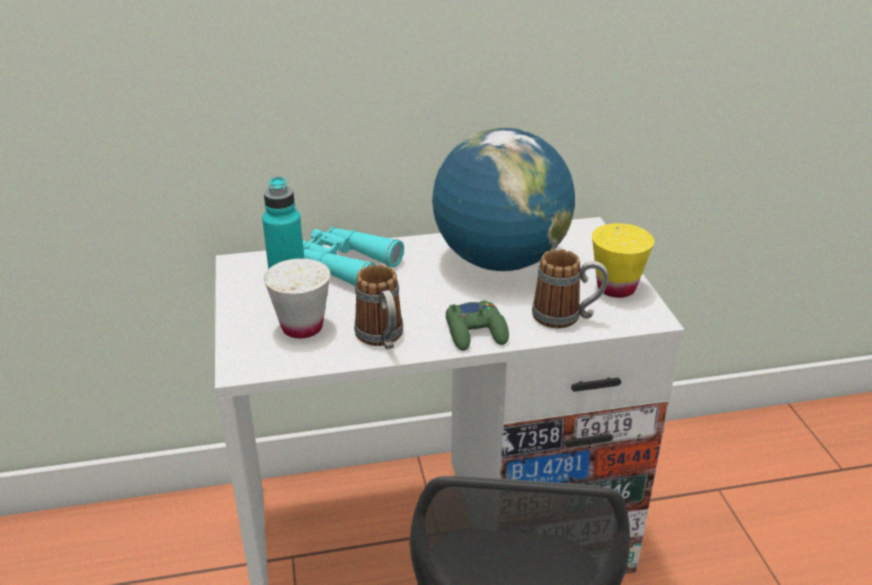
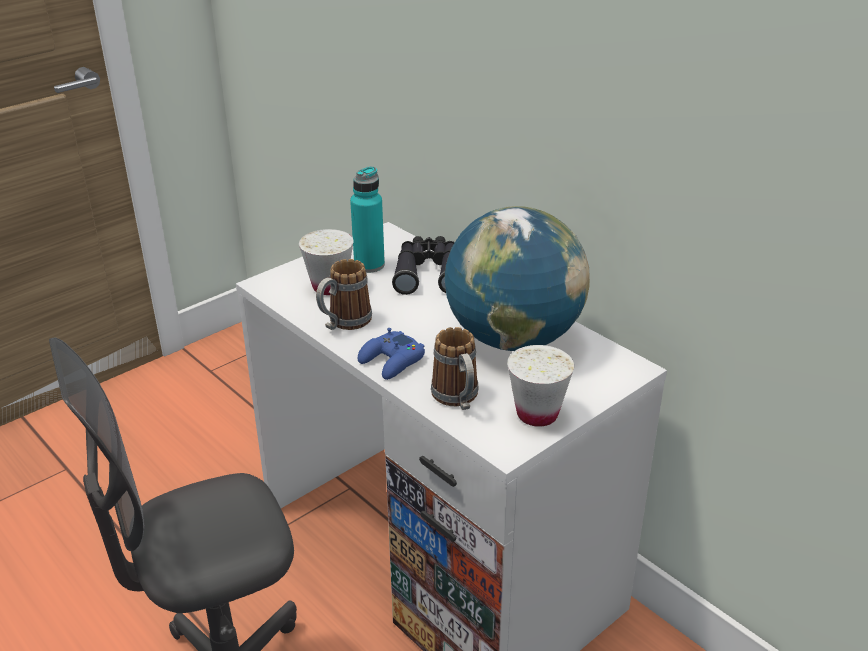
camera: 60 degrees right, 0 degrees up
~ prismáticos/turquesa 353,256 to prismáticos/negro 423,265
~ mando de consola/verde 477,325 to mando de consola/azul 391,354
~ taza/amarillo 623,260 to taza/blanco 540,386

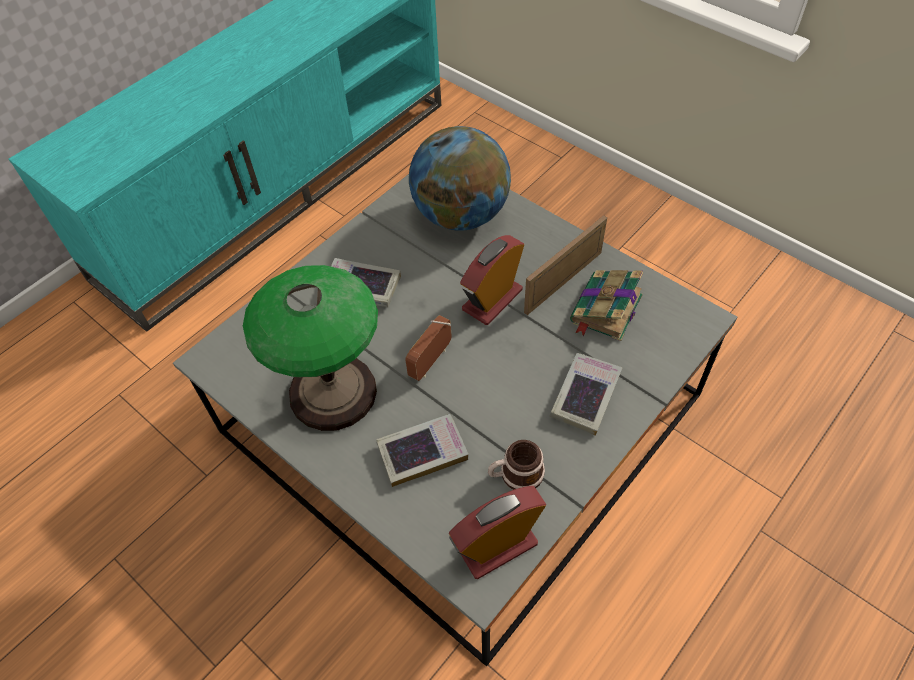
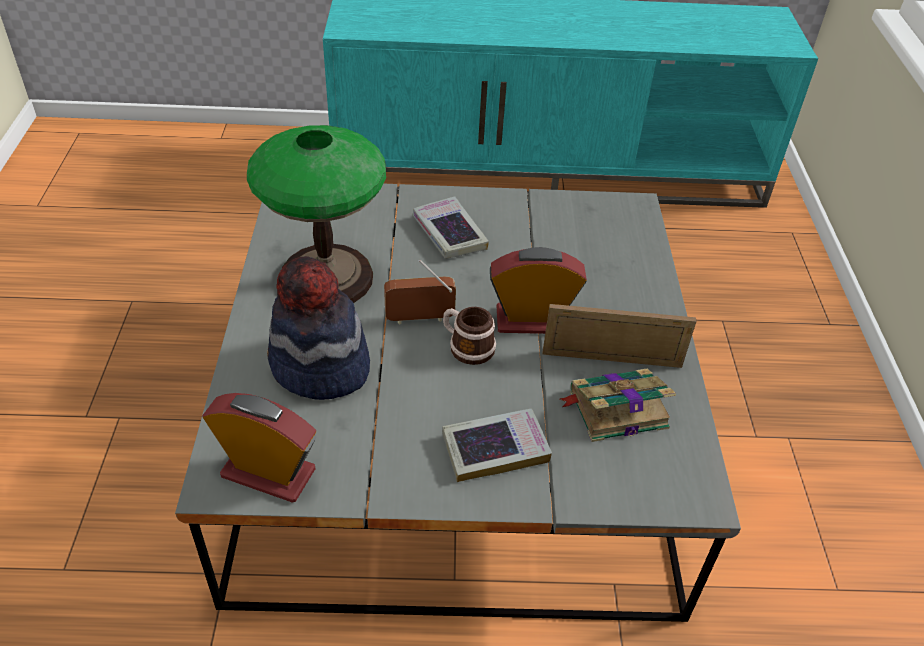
camera: 45 degrees right, 10 degrees down
- globo terráqueo 460,178
~ taza grande 516,465 to 469,336
~ libro 422,450 to sombrero 318,328

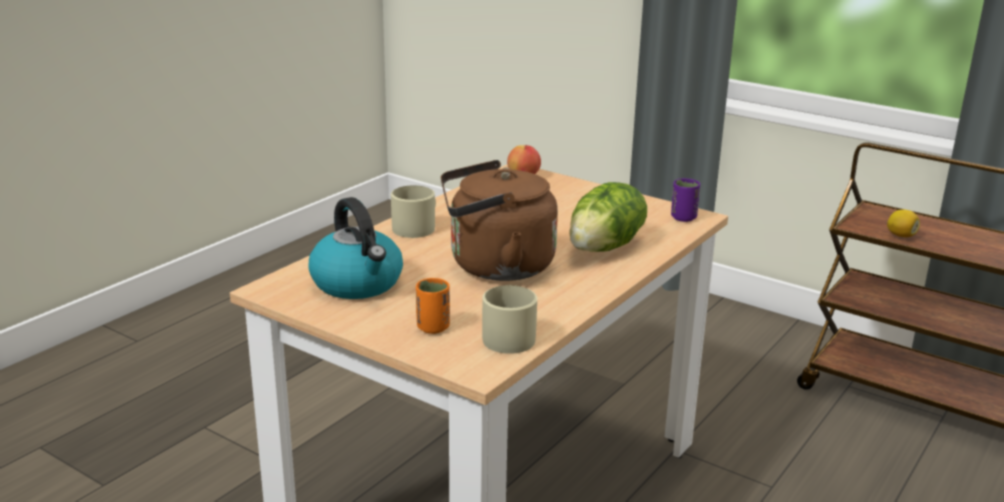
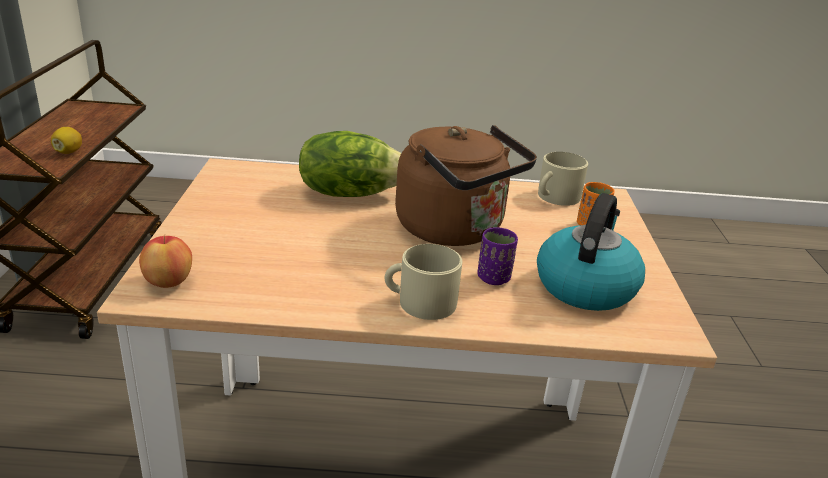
camera: 125 degrees left, 5 degrees up
~ taza/morado 686,200 to 497,256

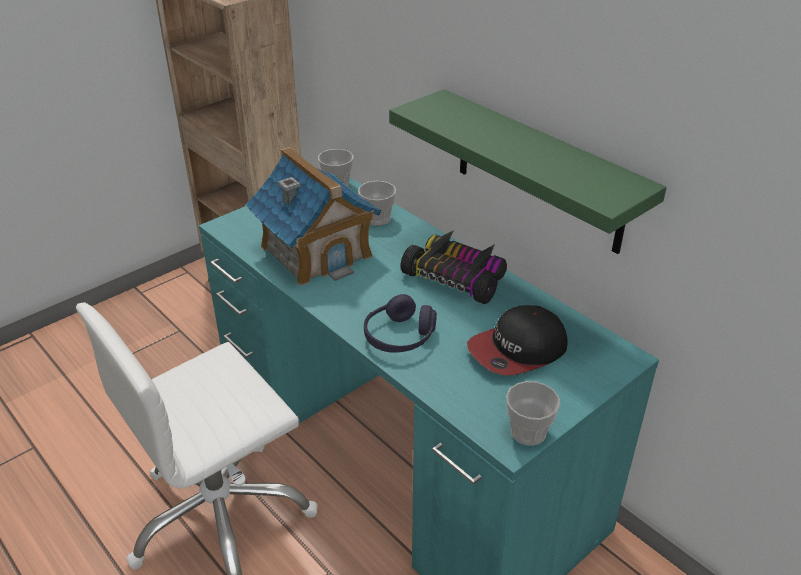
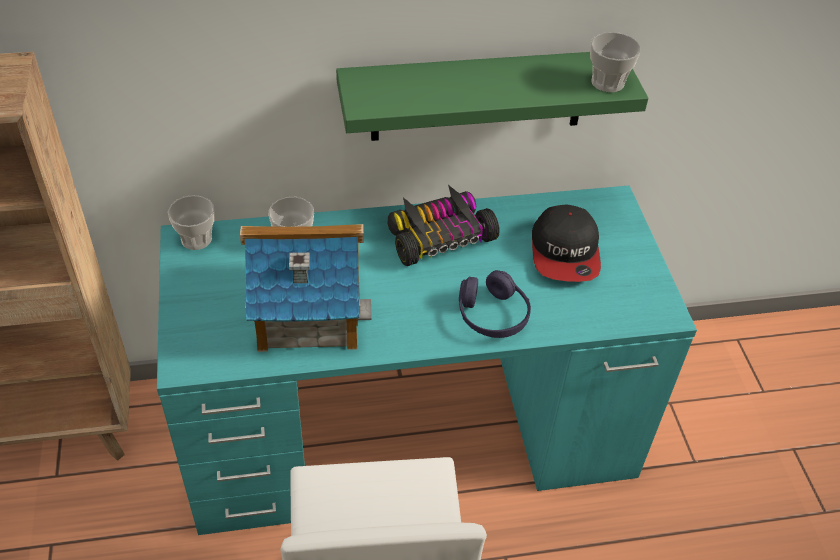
camera: 60 degrees left, 10 degrees up
~ taza 533,413 to 615,62

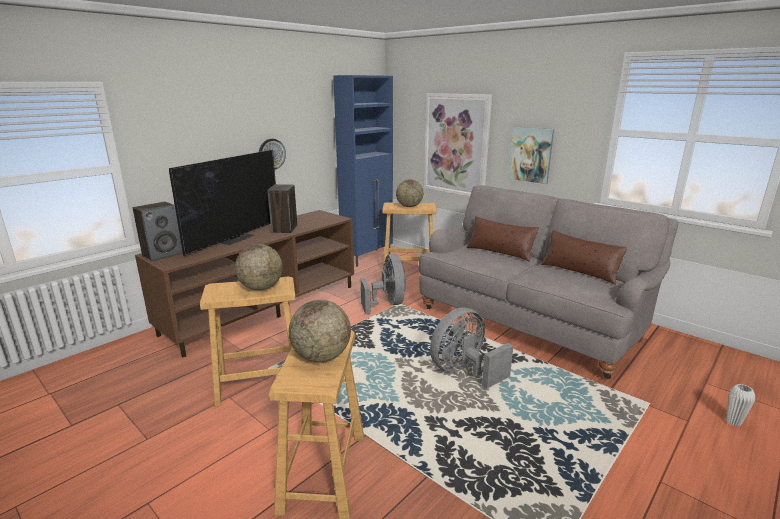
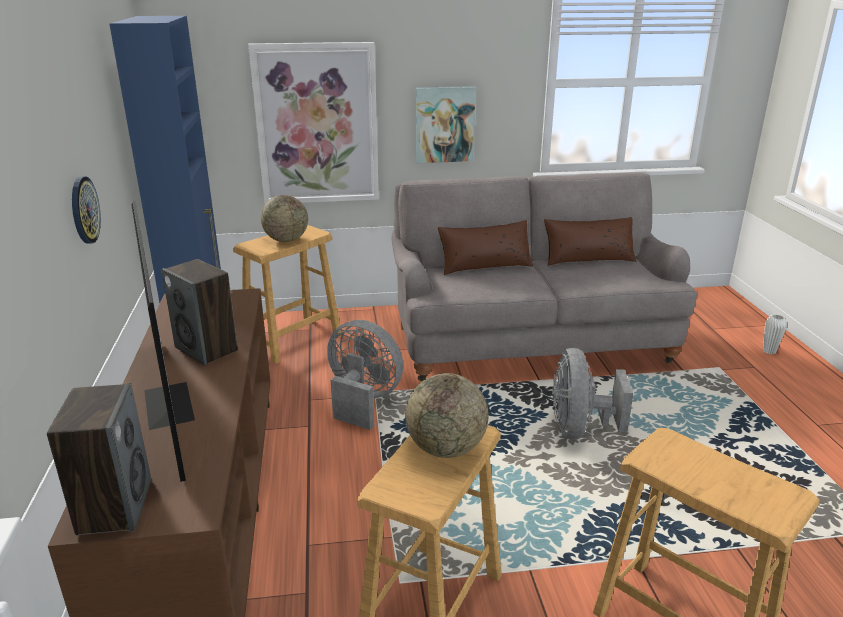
camera: 50 degrees left, 5 degrees up
- globo terráqueo 320,331

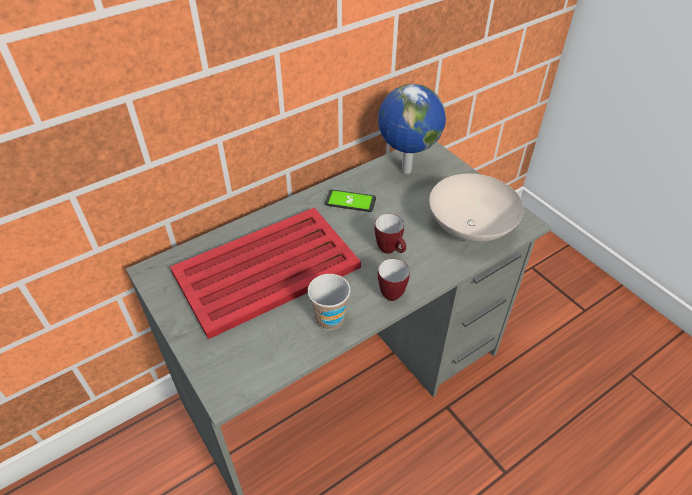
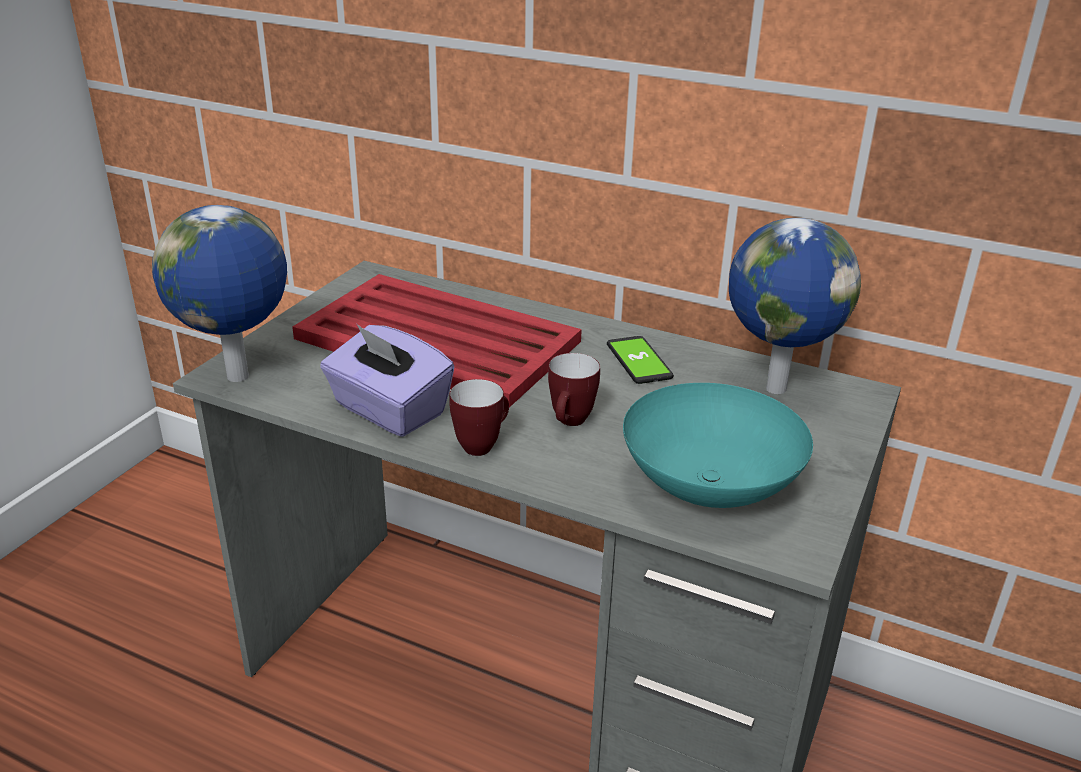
camera: 60 degrees right, 15 degrees down
+ globo terráqueo 219,293
~ taza 329,302 to caja de pañuelos/morado 387,380
~ cuenco/blanco 476,208 to cuenco/turquesa 718,445

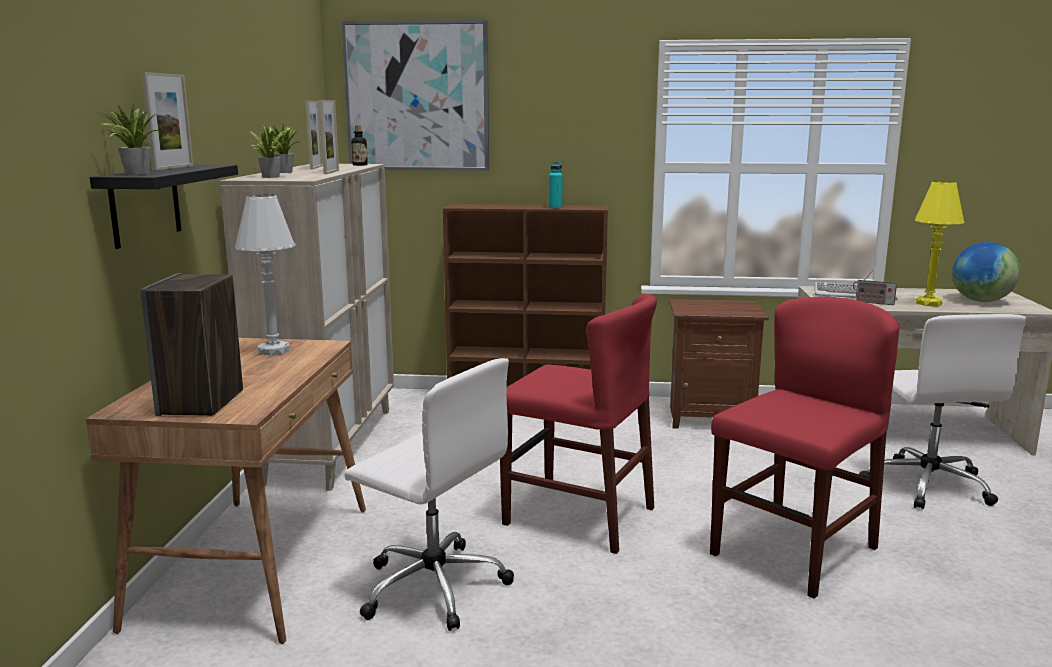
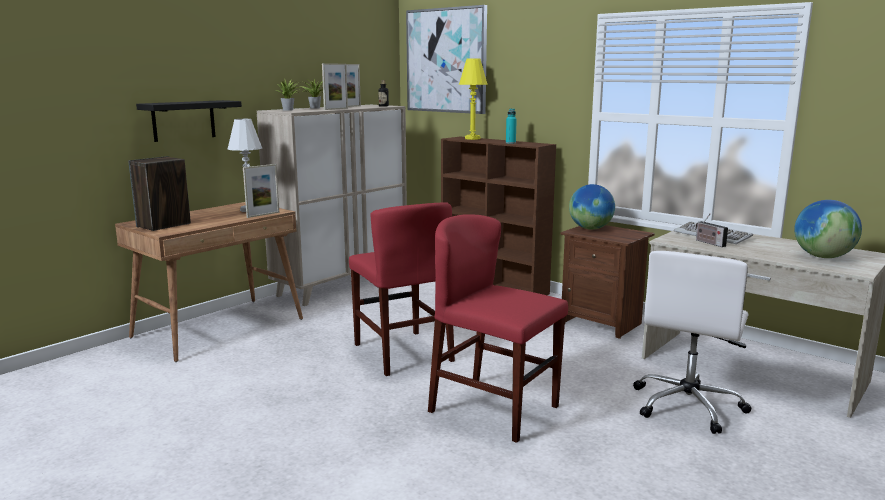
camera: 35 degrees right, 0 degrees up
- planta en maceta 127,139
- silla de oficina/blanco 429,494
+ globo terráqueo 592,207
~ portarretratos 167,121 to 261,191
~ lámpara de mesa/amarillo 940,243 to 473,99
~ silla/rojo 804,448 = 498,328 135 degrees counterclockwise

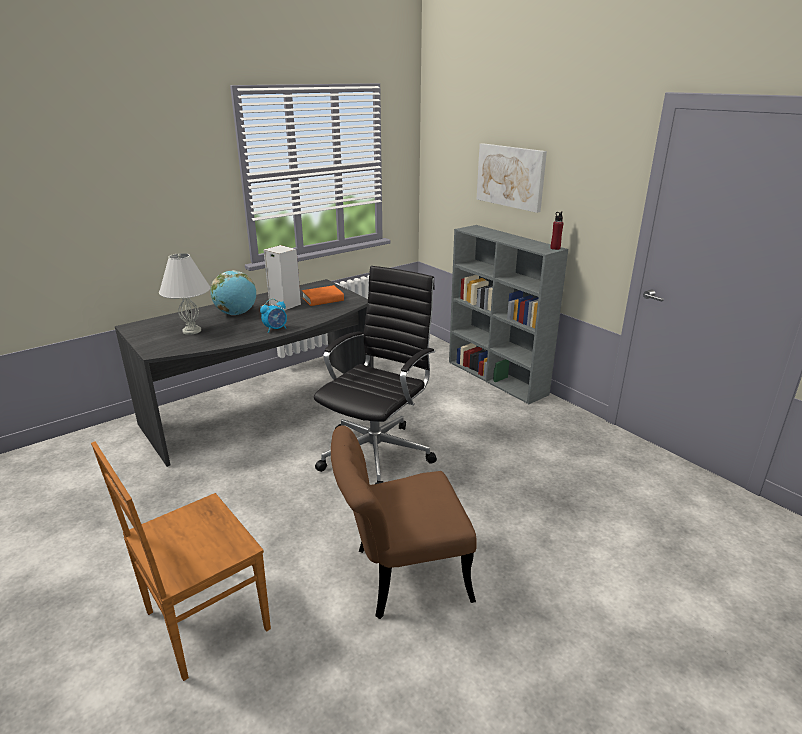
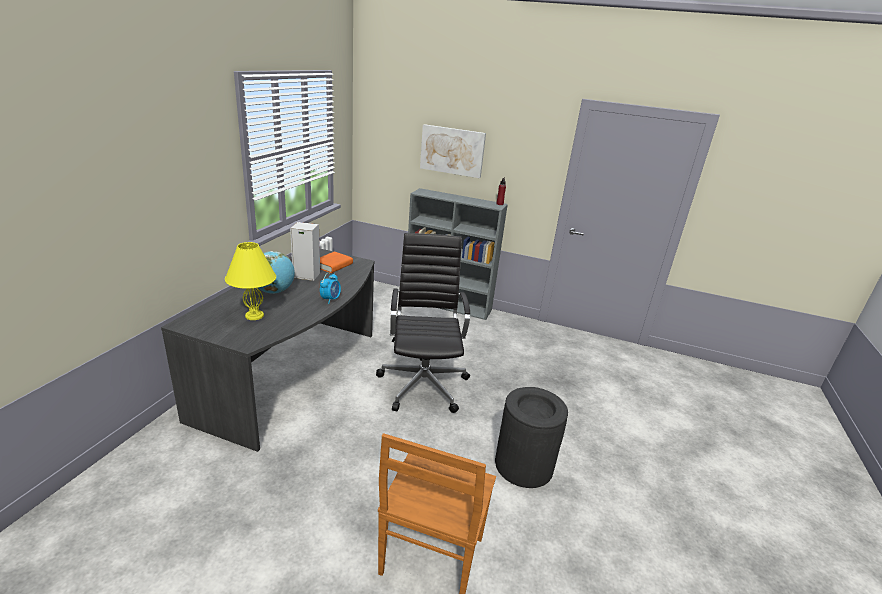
camera: 35 degrees left, 0 degrees up
~ silla/marrón 404,522 to papelera/negro 531,437
~ lámpara de mesa/blanco 184,294 to lámpara de mesa/amarillo 250,281

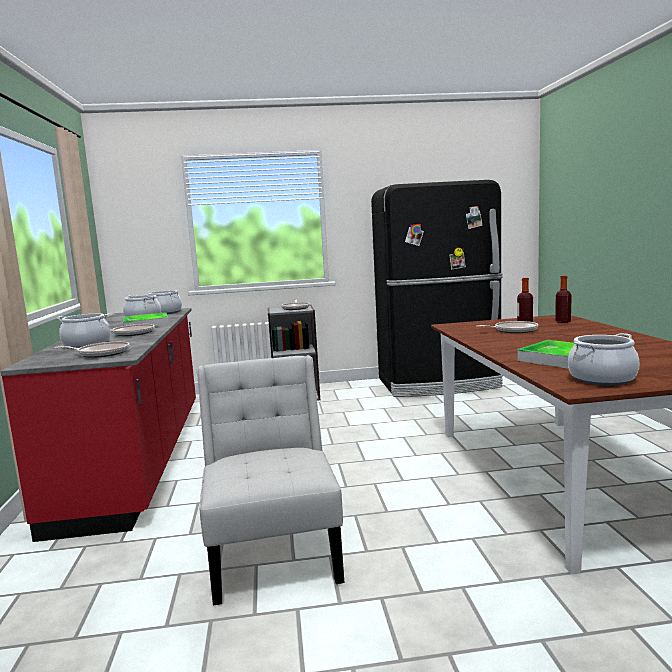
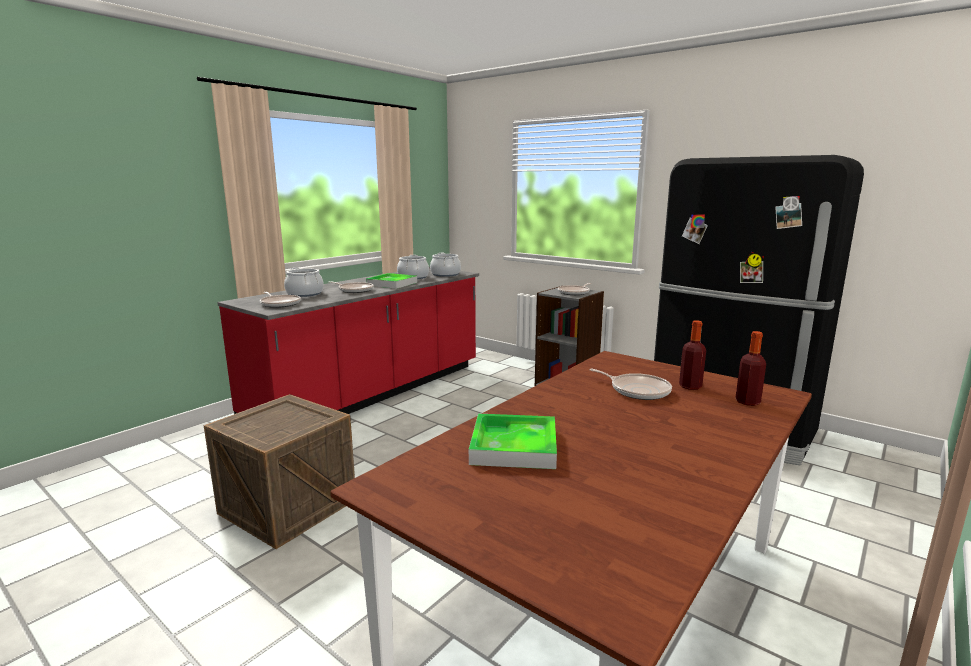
camera: 45 degrees right, 5 degrees up
- olla 604,359
~ silla/blanco 270,480 to caja de embalaje 279,471

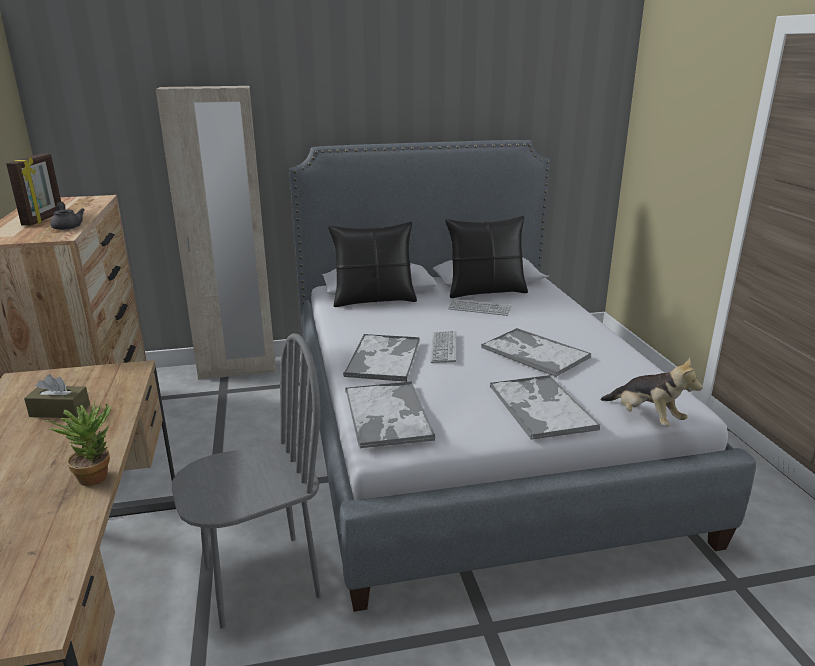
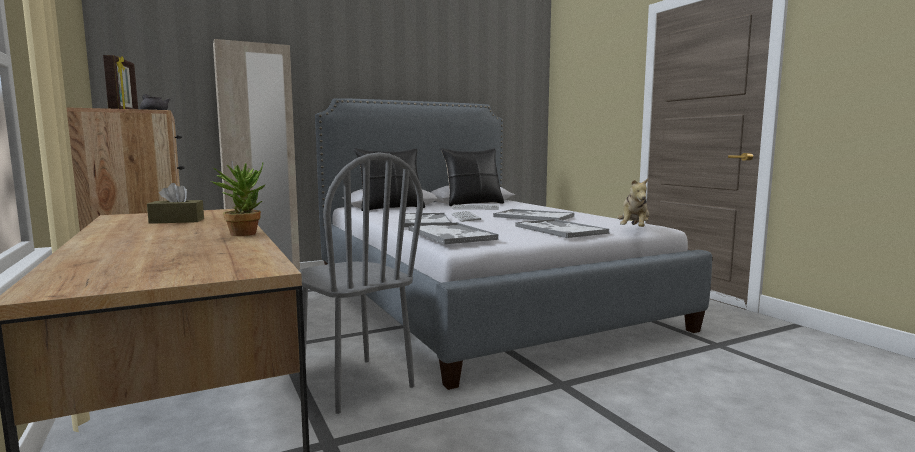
camera: 15 degrees left, 15 degrees down
~ silla/gris 246,480 = 361,283 90 degrees clockwise
~ peluche 651,392 = 633,202 75 degrees clockwise

